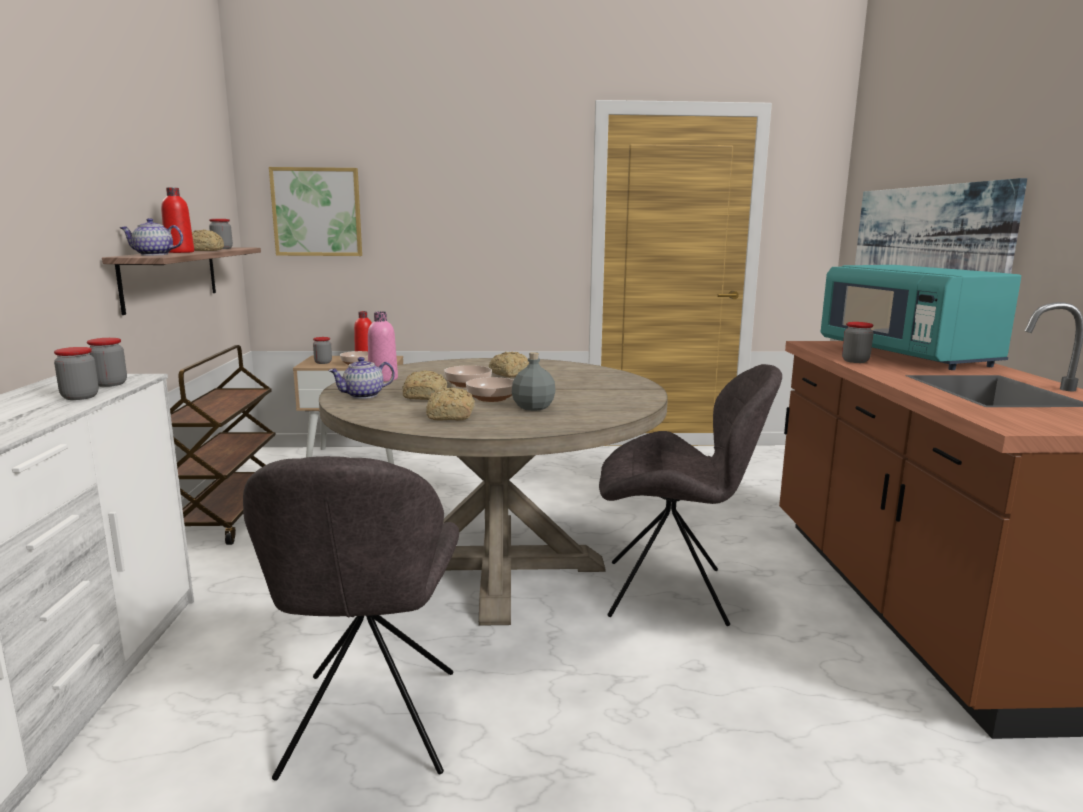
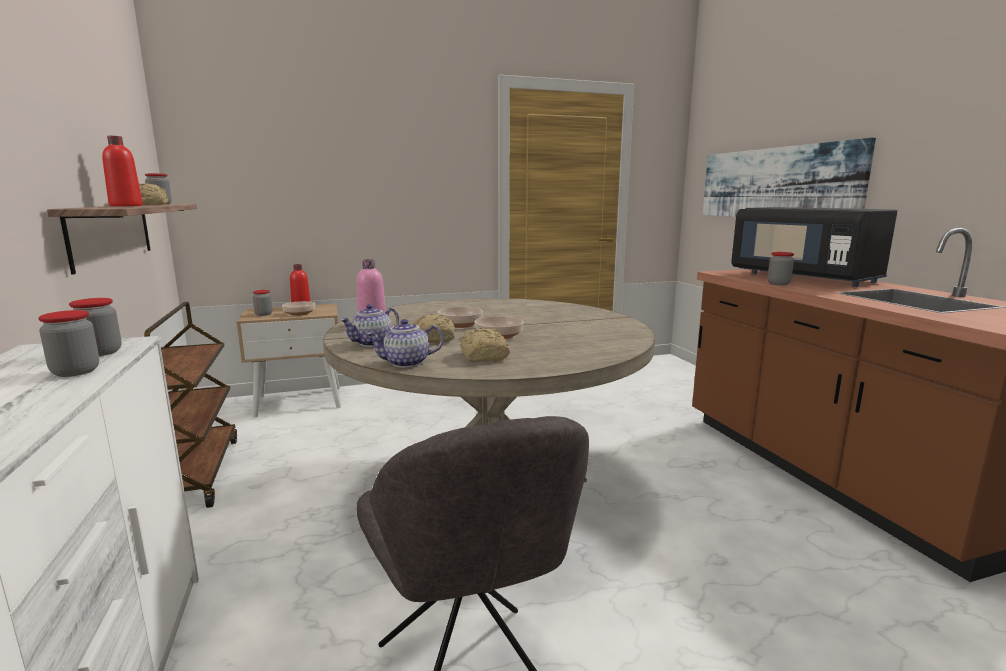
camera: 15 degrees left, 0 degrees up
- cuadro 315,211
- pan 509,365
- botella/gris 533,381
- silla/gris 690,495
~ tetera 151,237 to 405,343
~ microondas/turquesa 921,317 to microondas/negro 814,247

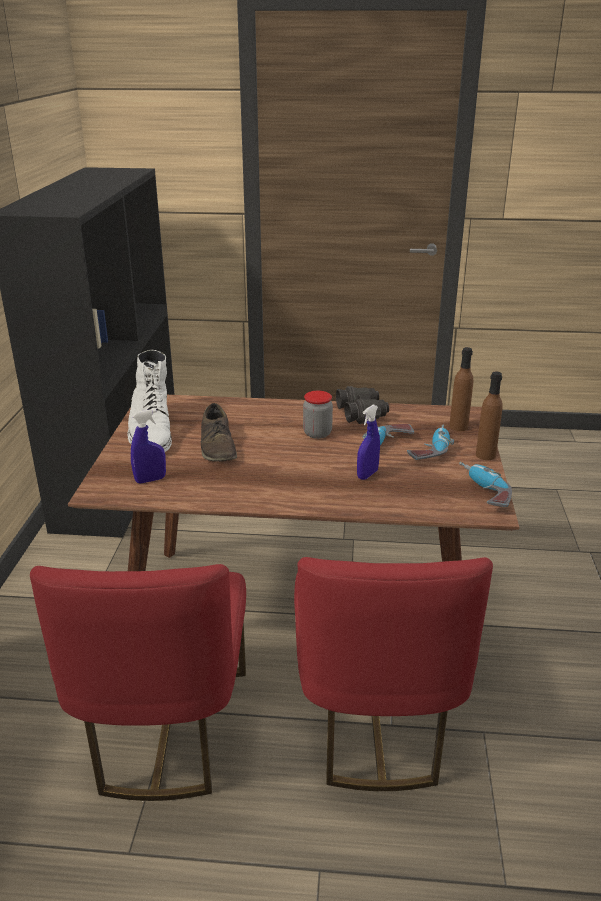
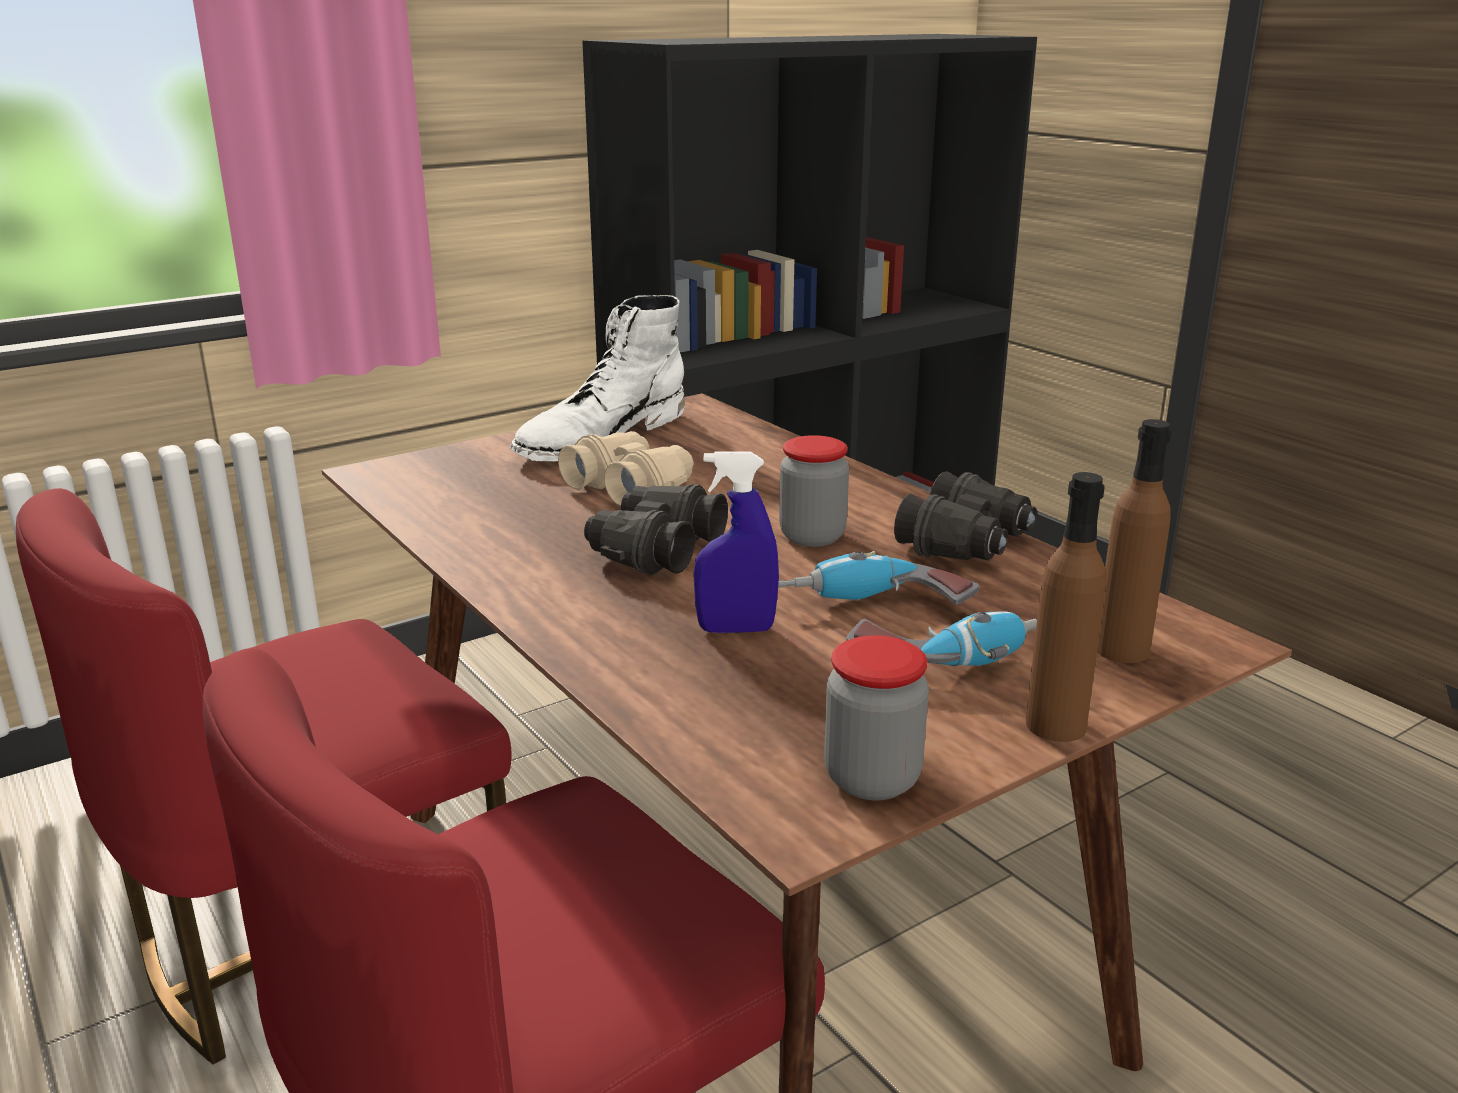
camera: 50 degrees right, 5 degrees down
- pulverizador/azul 148,446
+ prismáticos/negro 656,530
~ zapato/marrón 219,432 to prismáticos/beis 625,468
~ taladro 485,484 to tarro 876,717

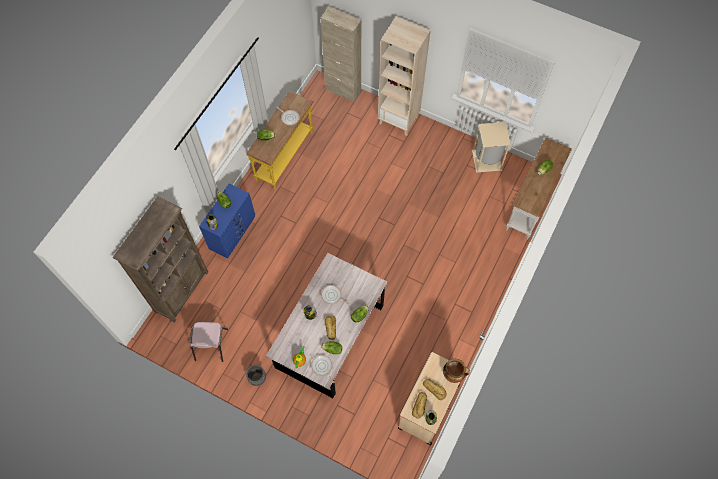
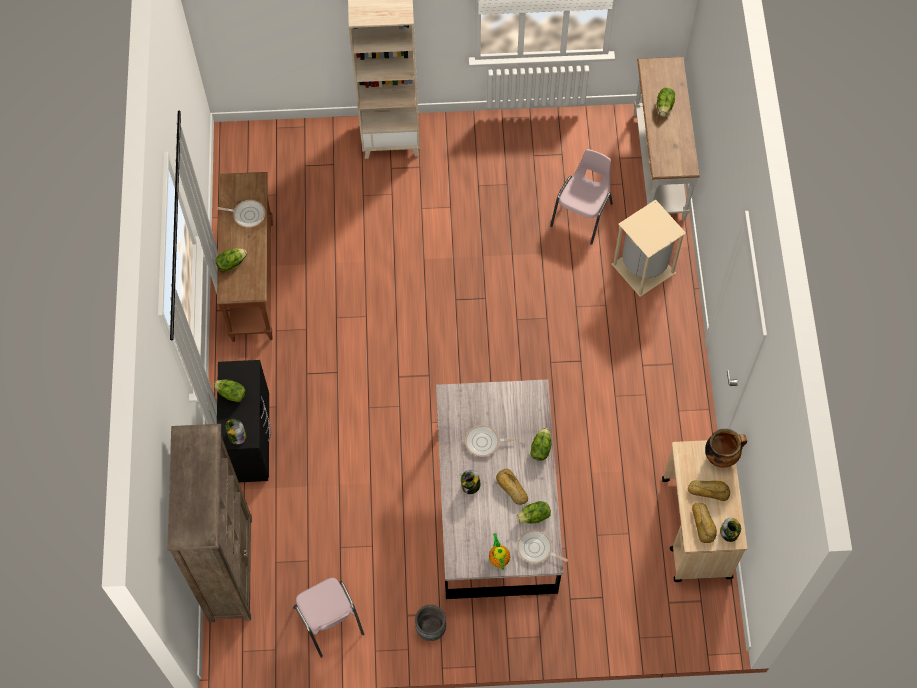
camera: 30 degrees left, 0 degrees up
- armario/beis 341,54
+ silla/rosa 581,197
~ papelera/beis 491,147 to 649,248
~ cómoda/azul 227,221 to cómoda/negro 244,421
~ mesa consola/amarillo 279,140 to mesa consola/marrón 245,257

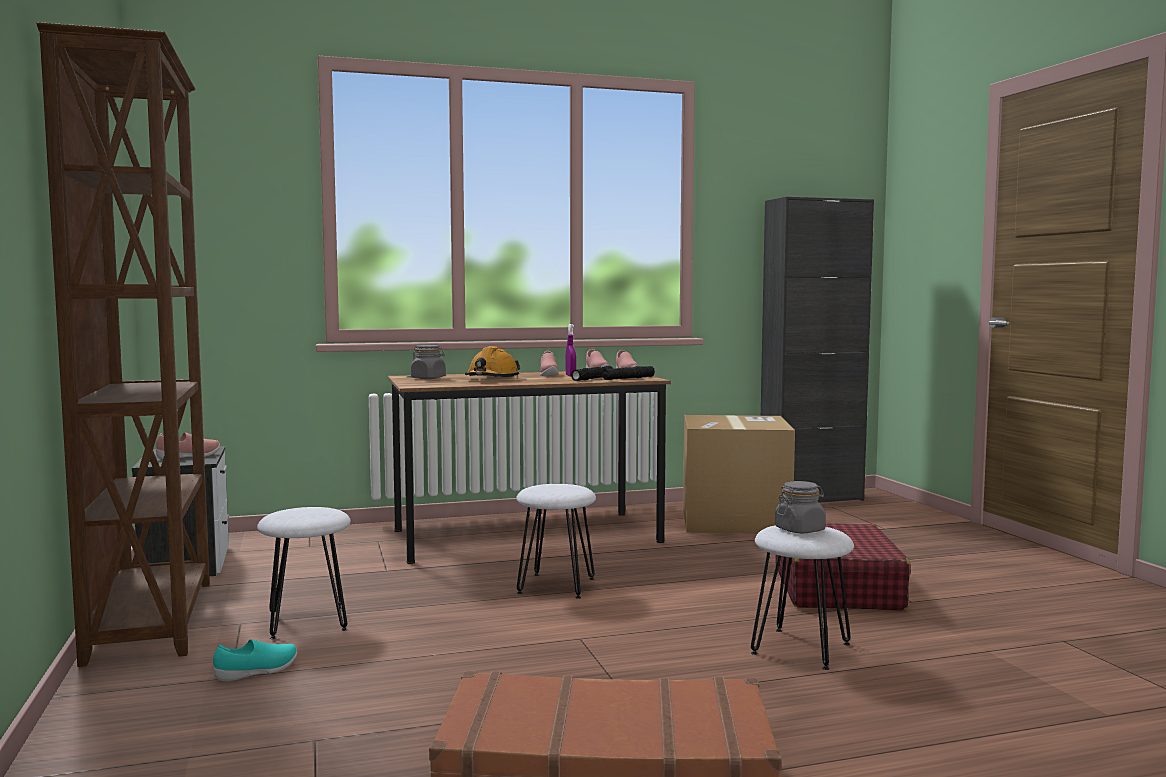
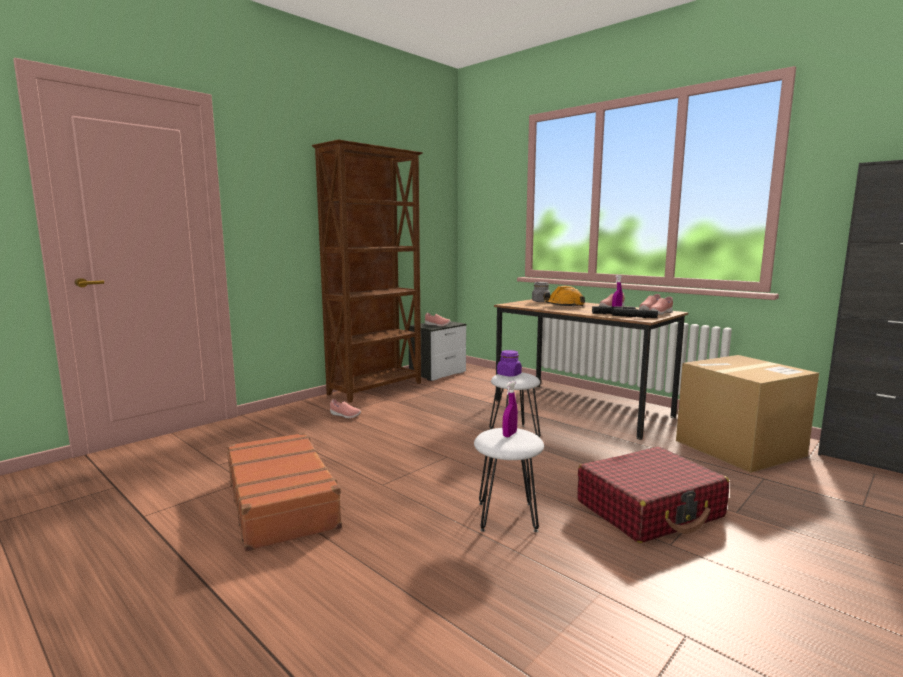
camera: 60 degrees right, 5 degrees up
- taburete/blanco 304,573
+ tarro/morado 509,363
~ tarro/gris 800,507 to pulverizador/morado 510,409
~ zapato/turquesa 255,660 to zapato/rosa 345,408

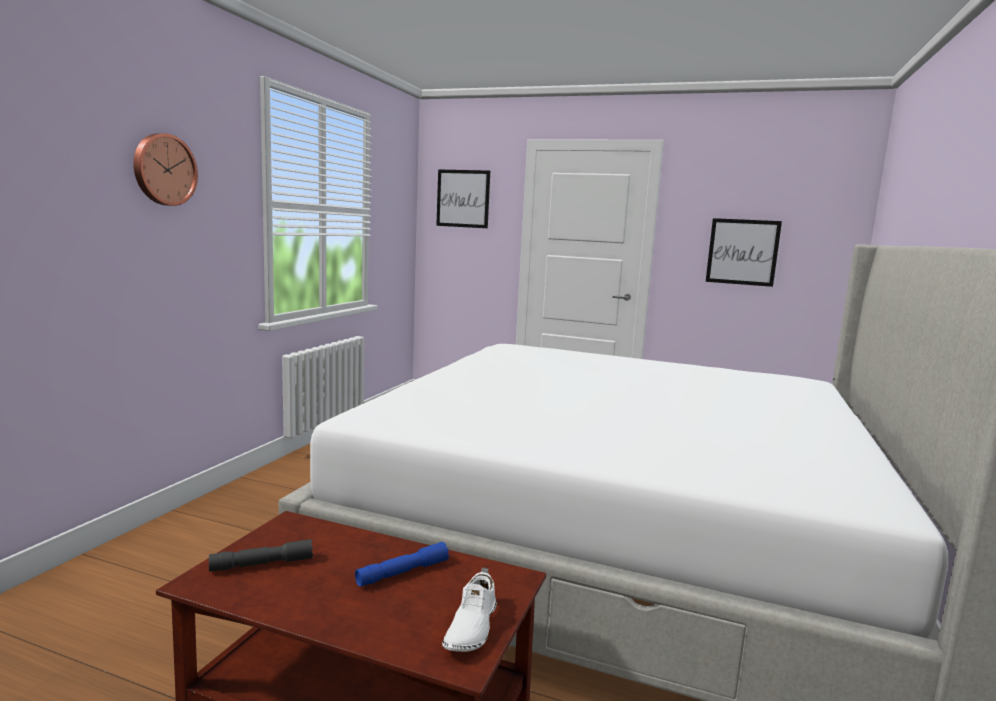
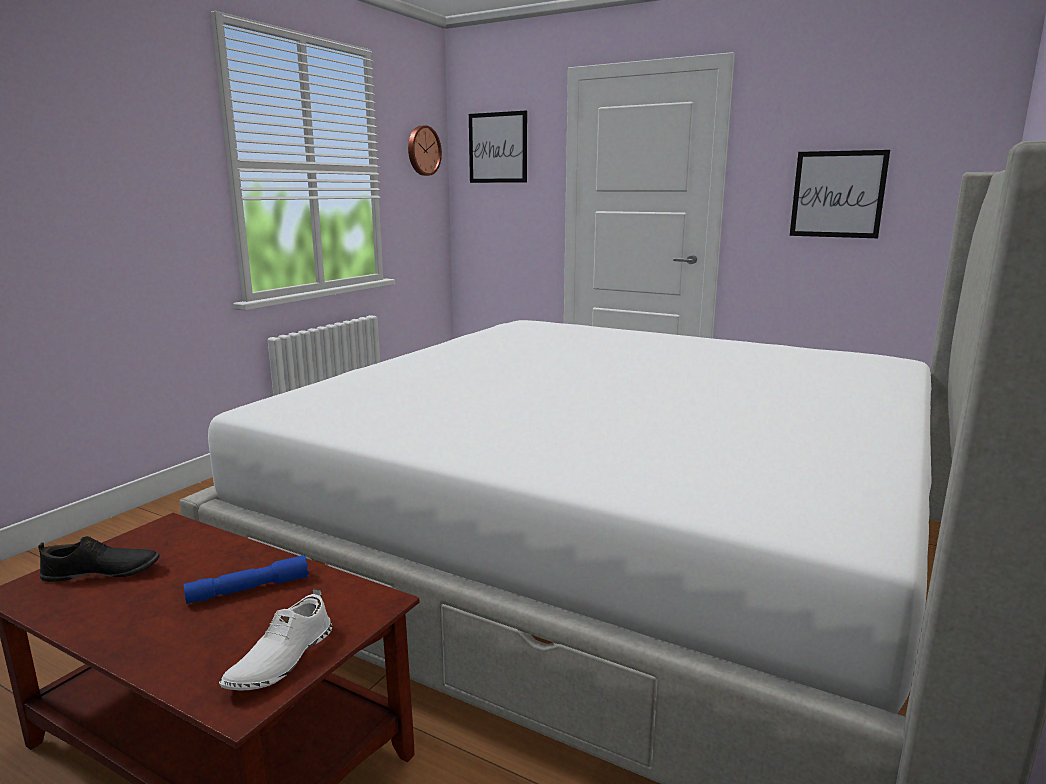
camera: 10 degrees right, 5 degrees up
~ reloj de pared 165,169 to 425,150
~ linterna/gris 261,555 to zapato/negro 98,559

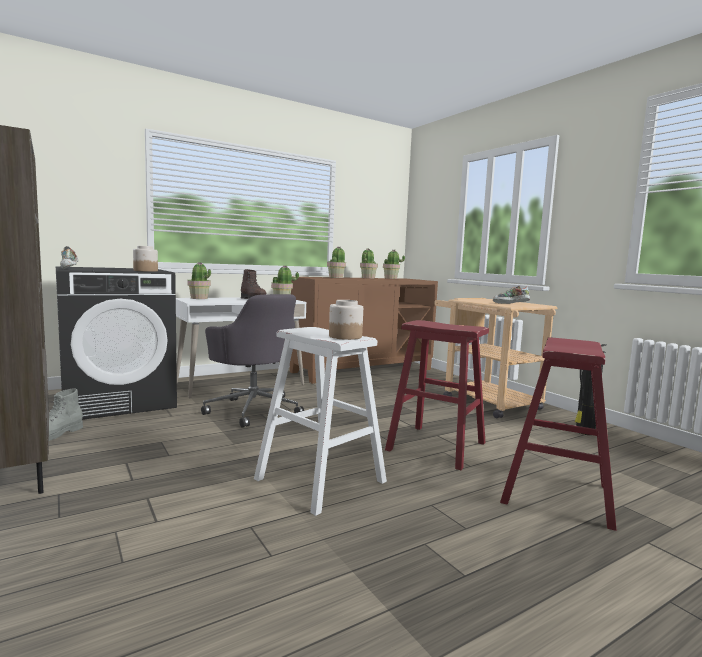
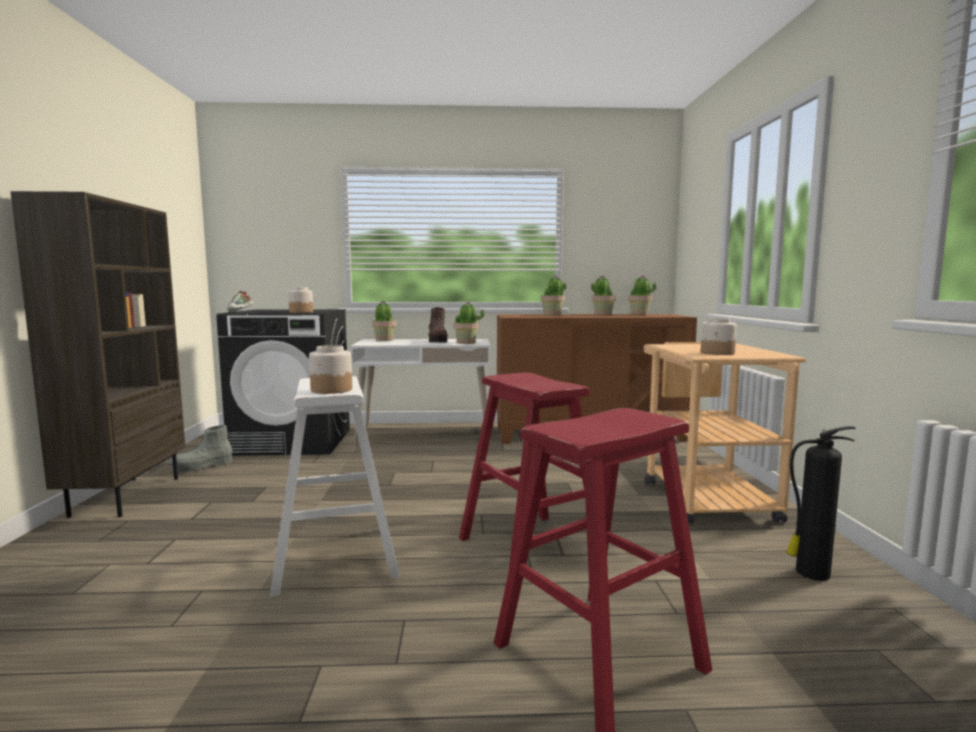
camera: 30 degrees right, 0 degrees up
- silla de oficina/gris 252,361
~ zapato 511,294 to tarro 719,336

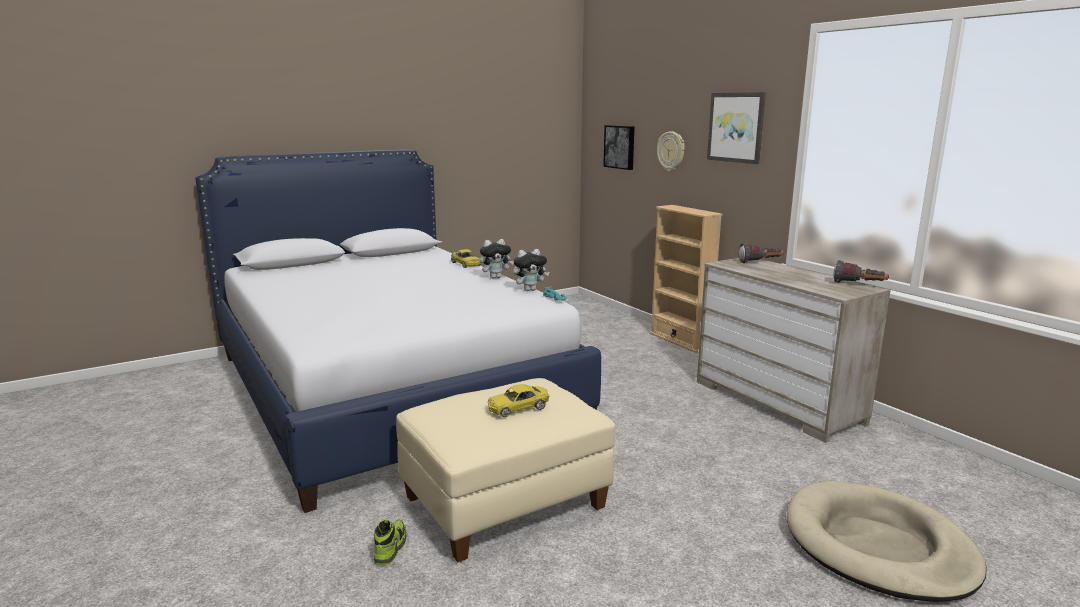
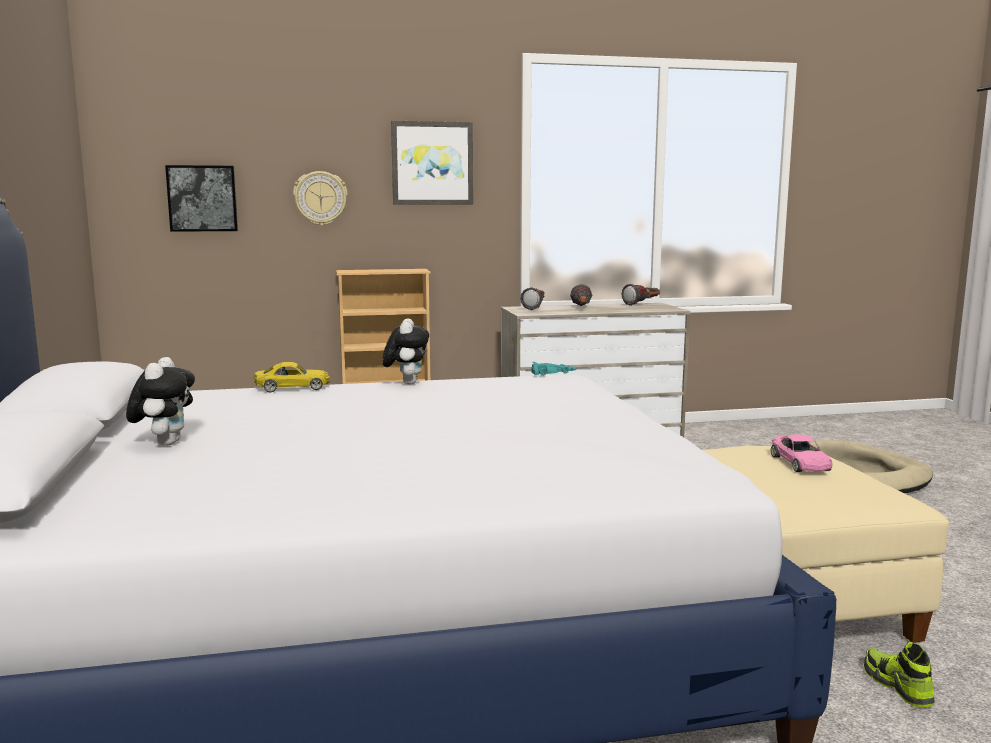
camera: 70 degrees left, 5 degrees down
+ linterna 581,295
~ peluche 531,270 to 160,401
~ coche de juguete/amarillo 518,400 to coche de juguete/rosa 801,453
~ zapato 390,542 = 899,674 45 degrees clockwise

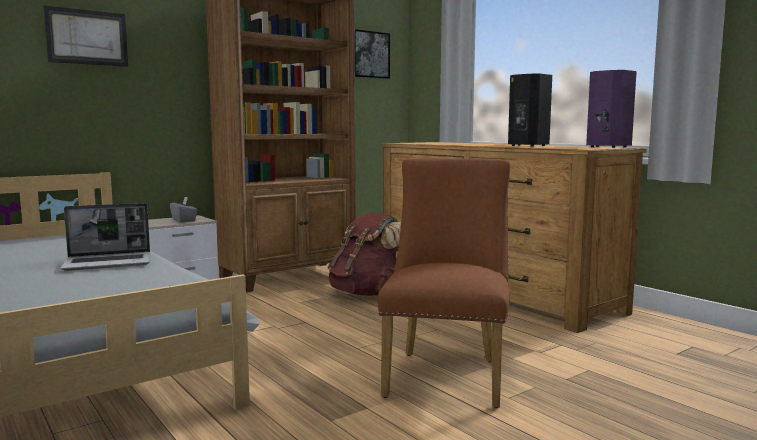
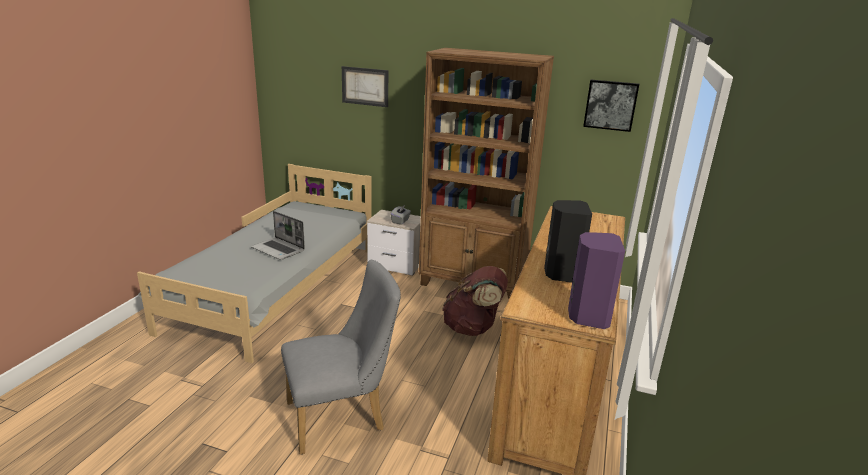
camera: 55 degrees right, 15 degrees up
~ silla/marrón 444,283 to silla/gris 341,357

